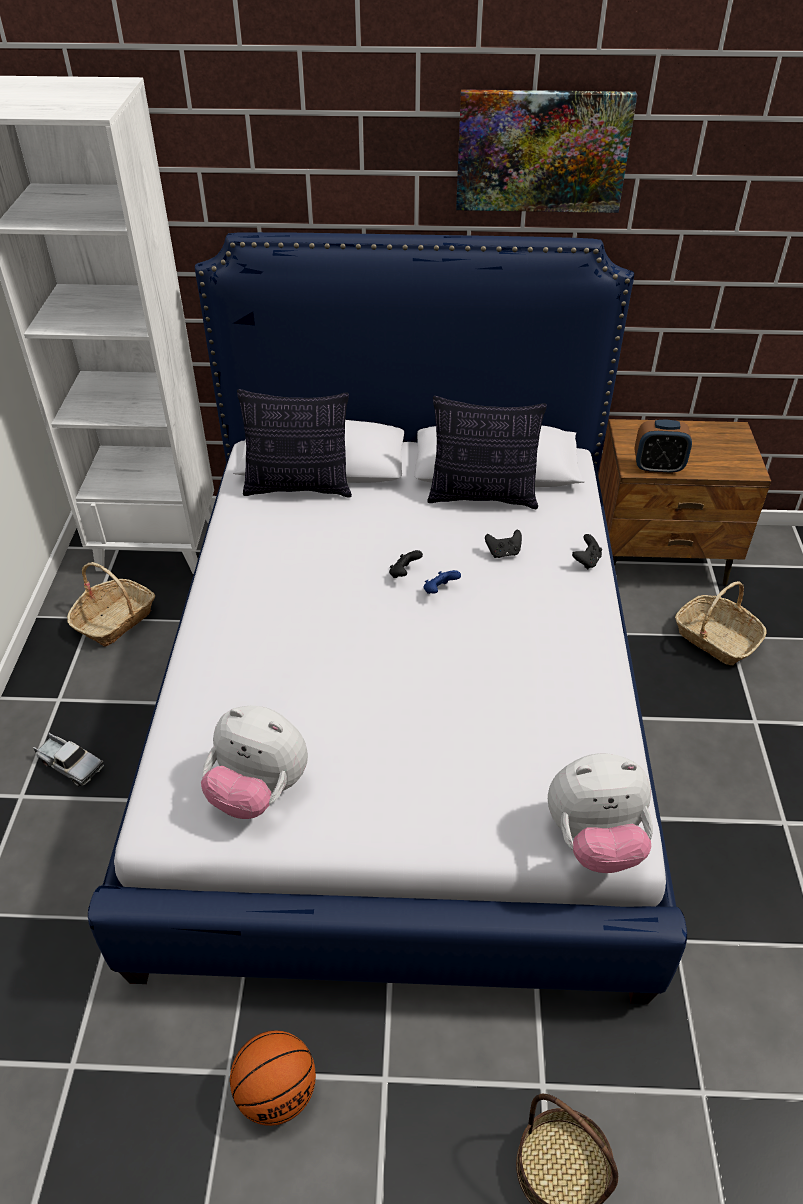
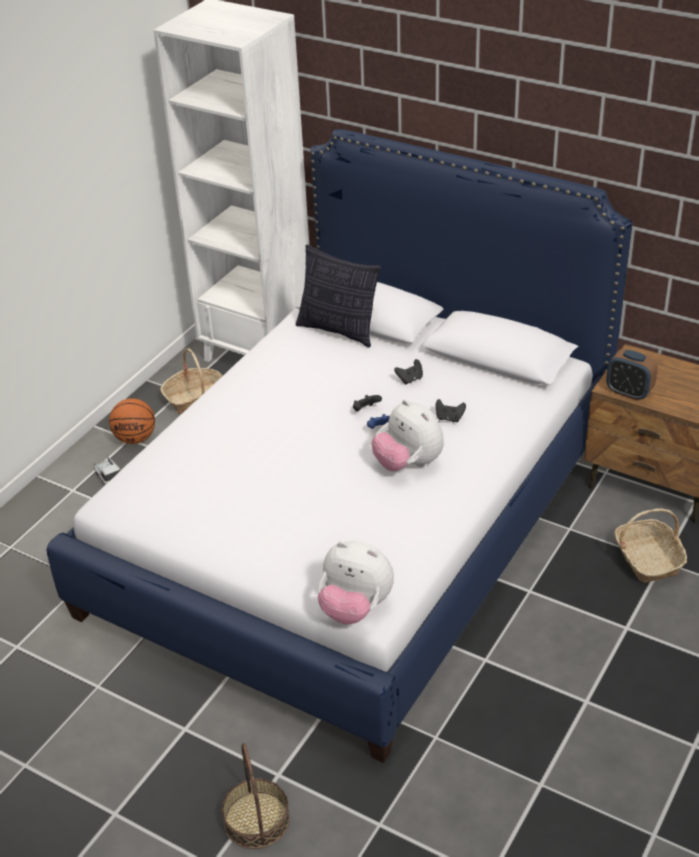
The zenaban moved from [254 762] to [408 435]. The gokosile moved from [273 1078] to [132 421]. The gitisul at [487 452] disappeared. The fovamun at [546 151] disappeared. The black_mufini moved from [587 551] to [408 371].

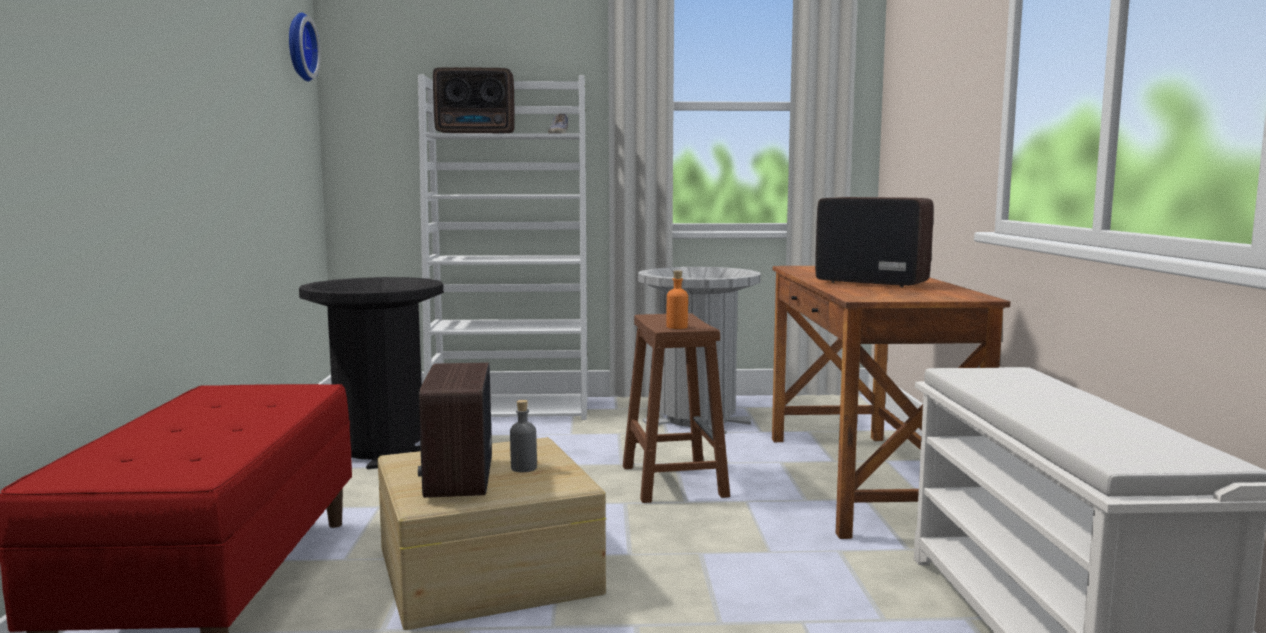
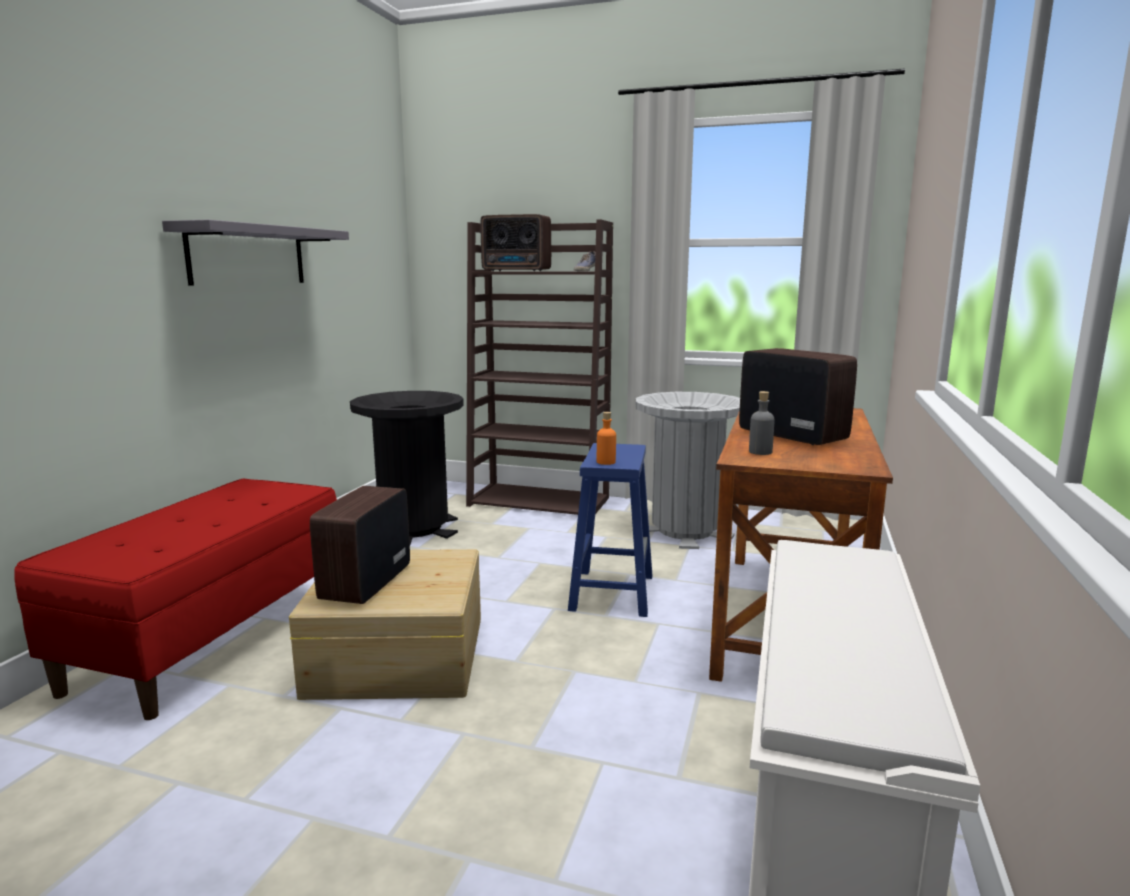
The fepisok at [305 46] disappeared. The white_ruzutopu at [502 247] became the brown_ruzutopu at [539 367]. The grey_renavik moved from [523 436] to [762 423]. The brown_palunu at [676 408] became the blue_palunu at [610 530]. The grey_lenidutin at [255 252] appeared.

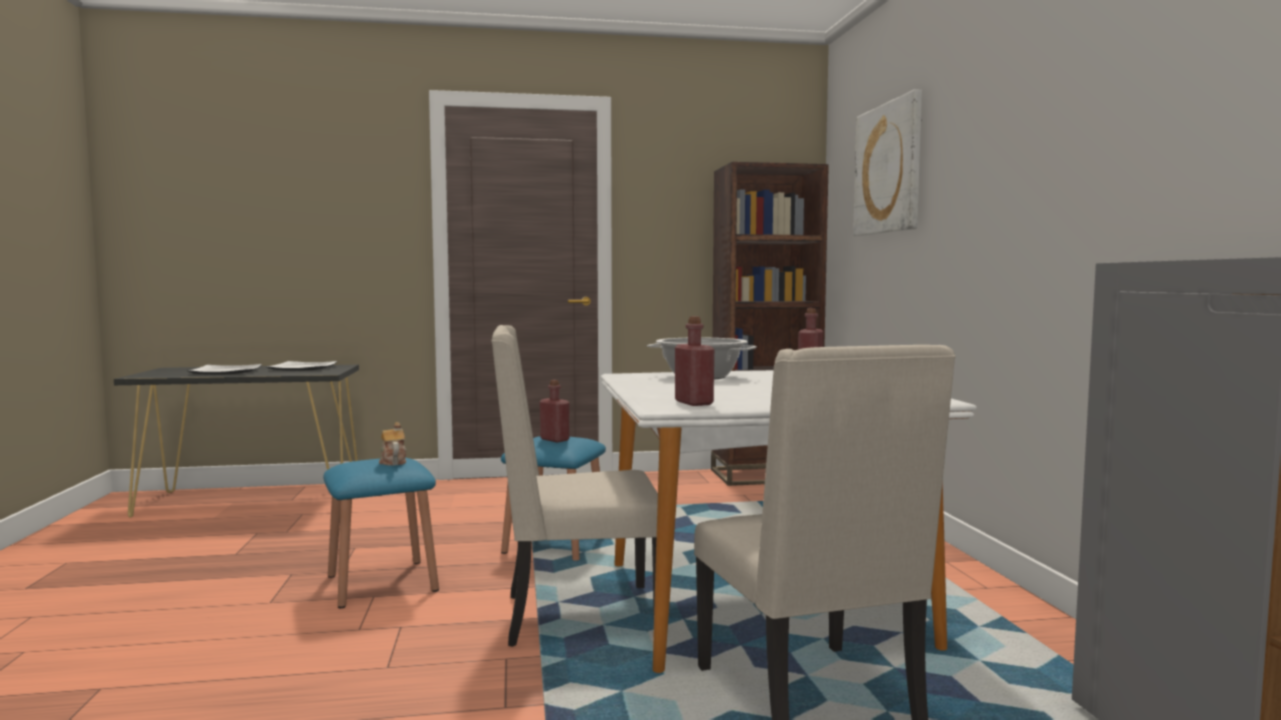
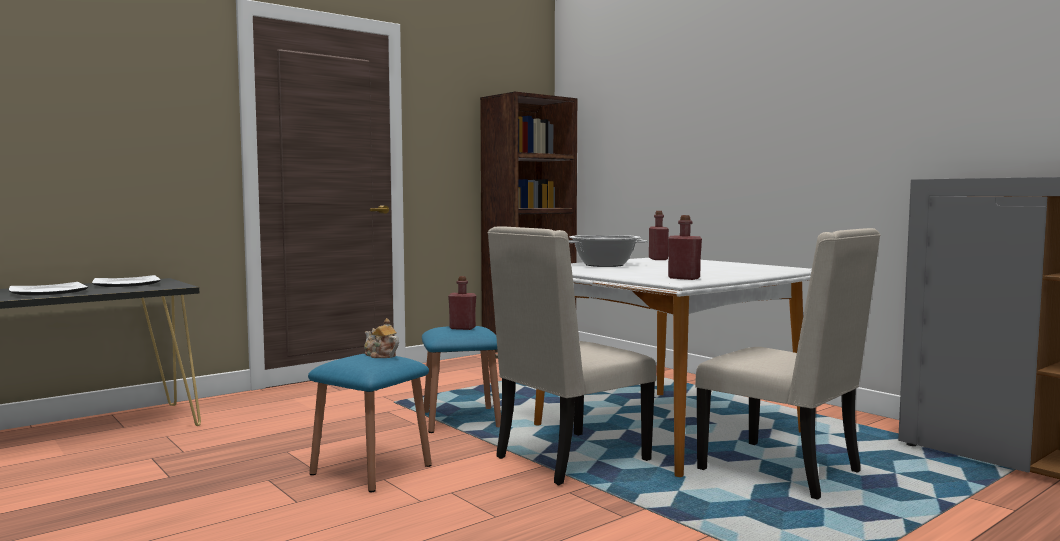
The fovamun at [887 162] disappeared.

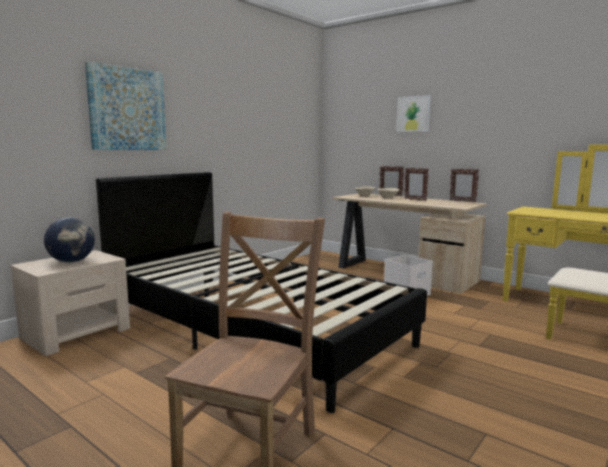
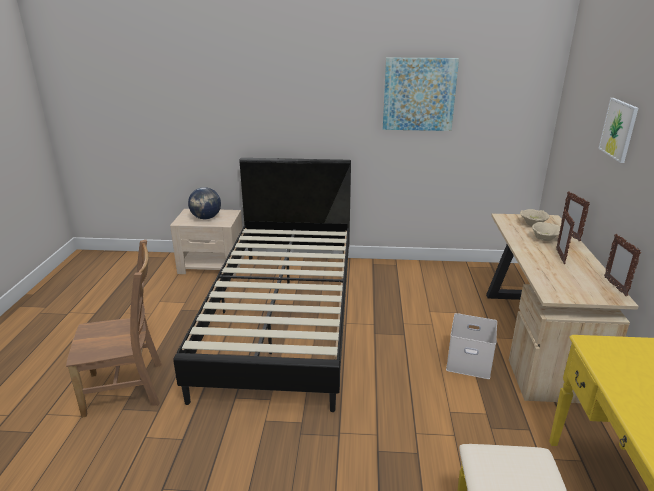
The fovamun moved from [126 105] to [421 94].

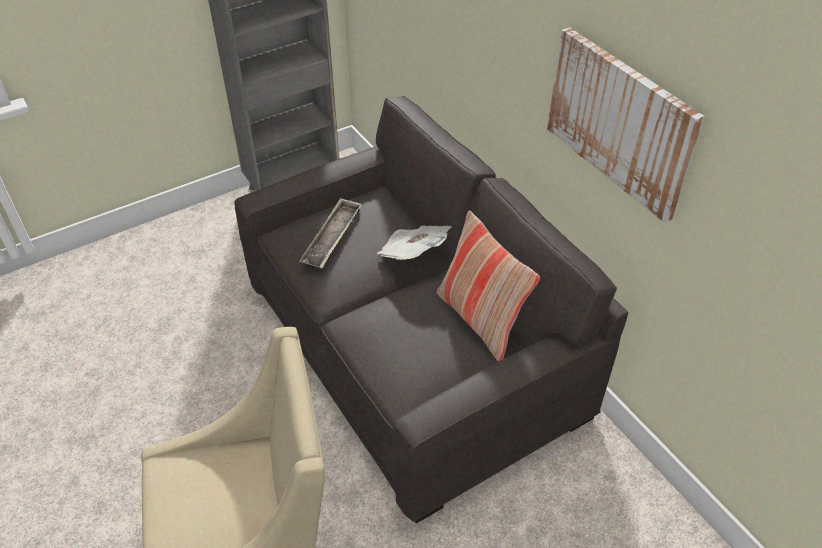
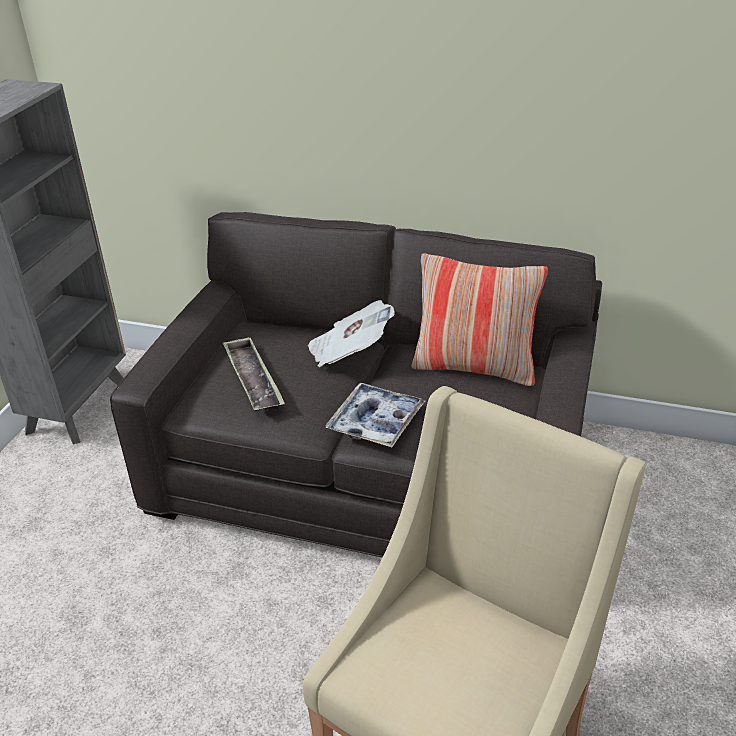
The fovamun at [626 125] disappeared. The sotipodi at [375 415] appeared.

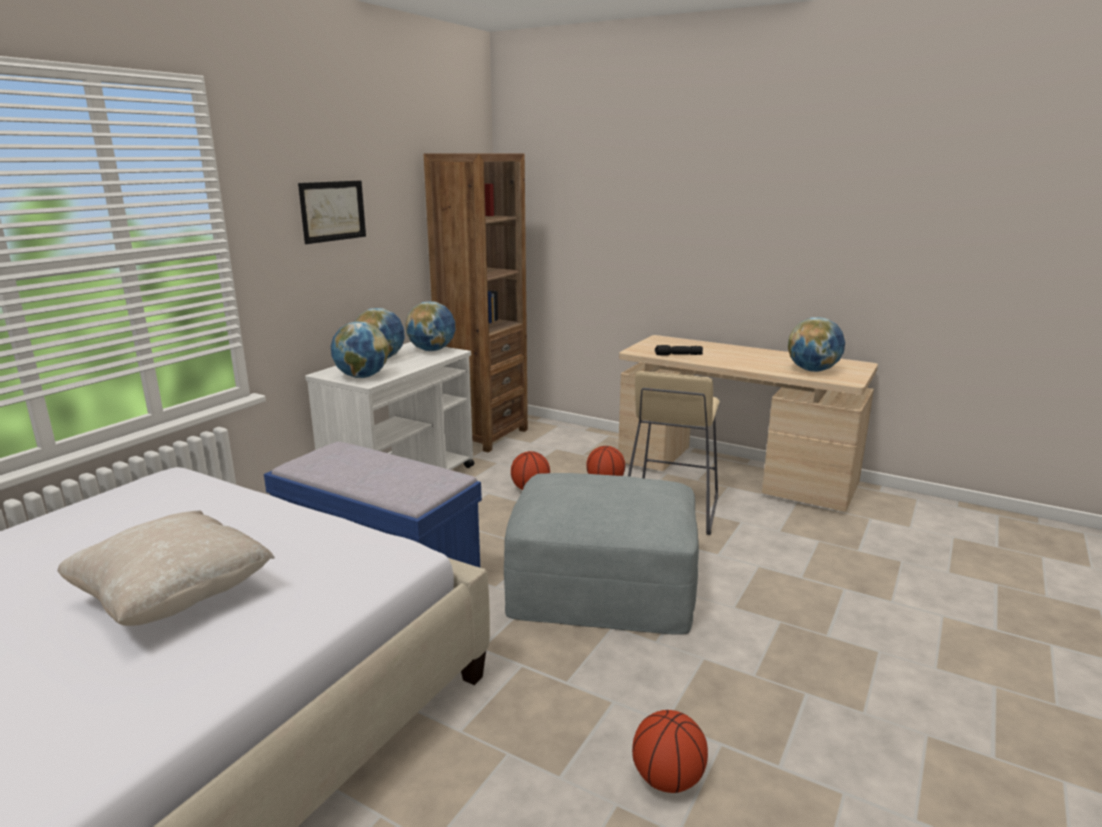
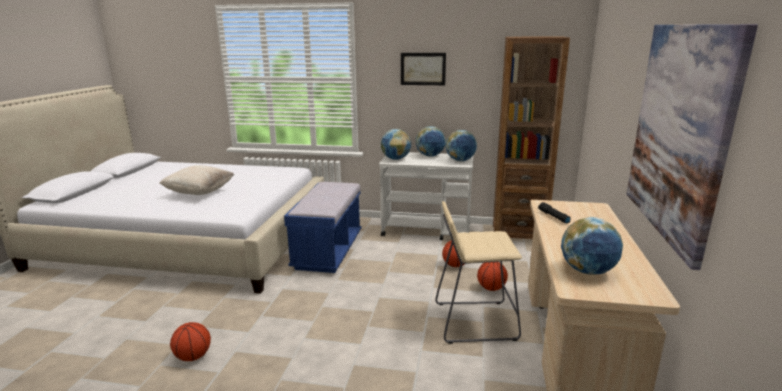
The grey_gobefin at [601 554] disappeared. The fovamun at [692 147] appeared.

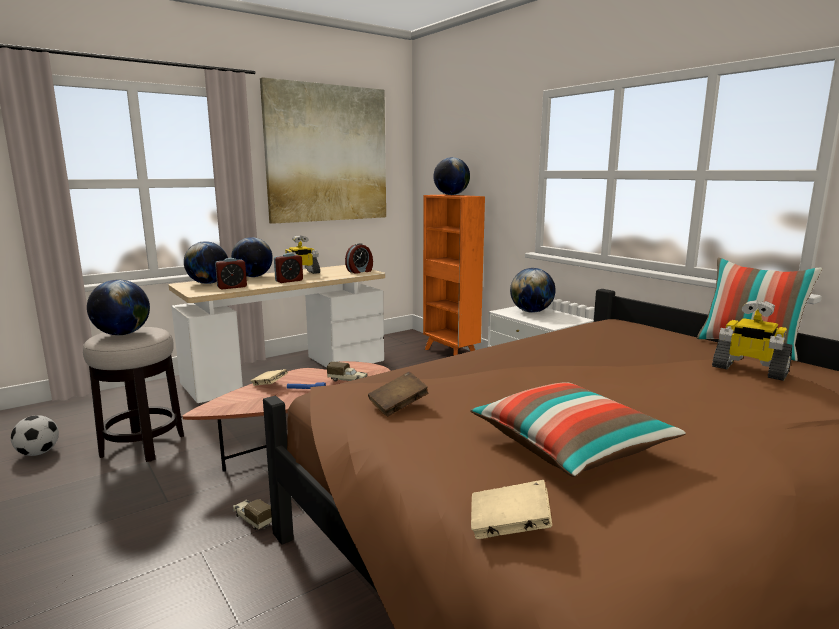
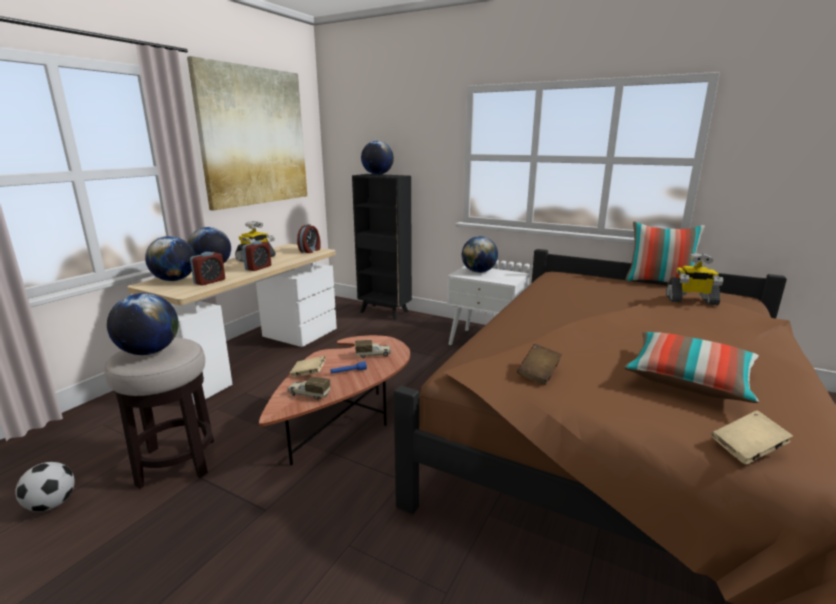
The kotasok moved from [252 514] to [309 388]. The orange_ruzutopu at [454 275] became the black_ruzutopu at [382 247].

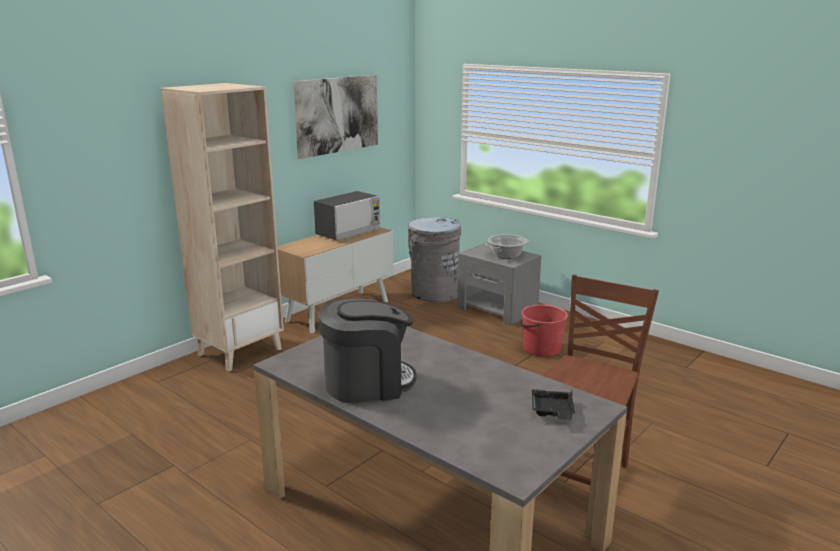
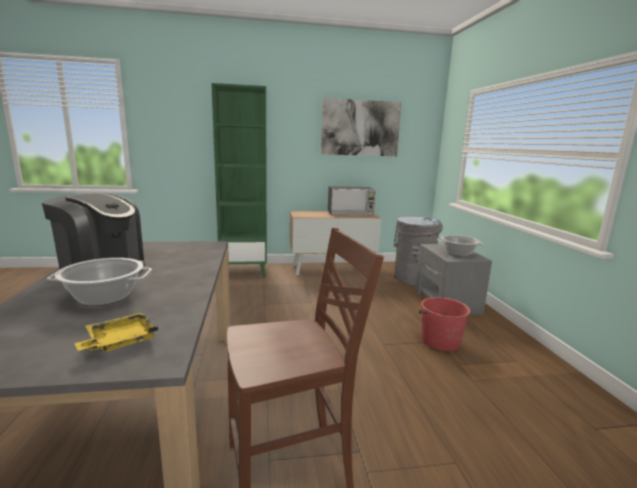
The beige_ruzutopu at [222 227] became the green_ruzutopu at [239 180]. The black_sotipodi at [553 404] became the yellow_sotipodi at [116 332]. The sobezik at [99 282] appeared.

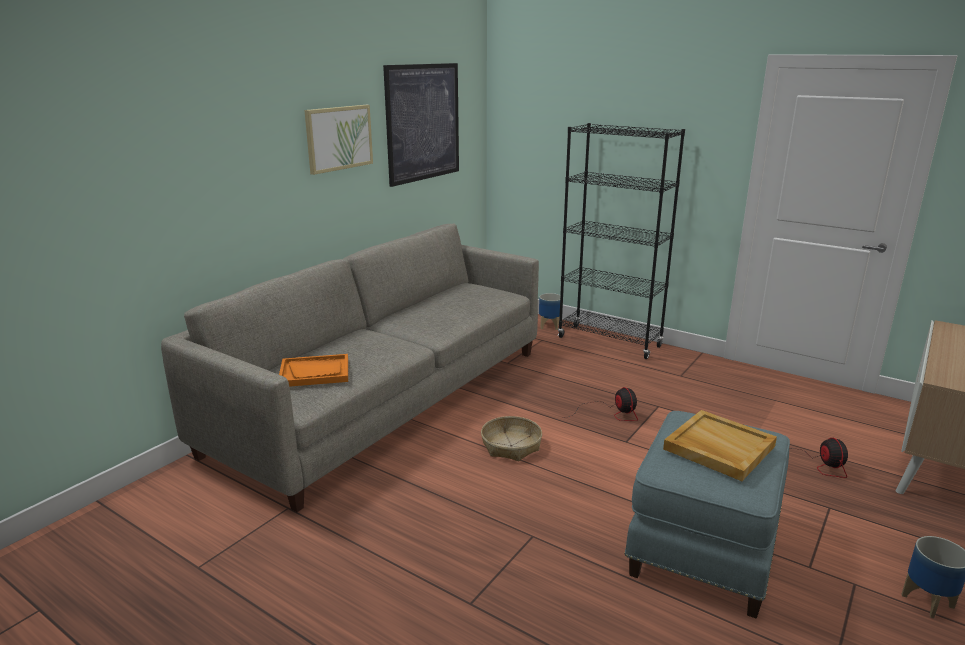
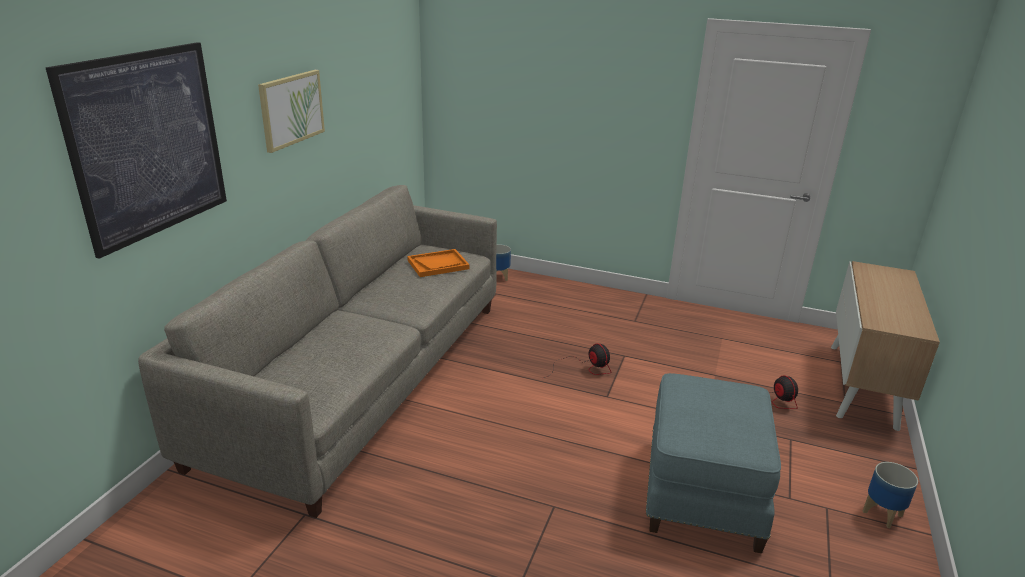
The orange_sotipodi moved from [313 370] to [438 263]. The fovamun moved from [421 125] to [136 150]. The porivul at [511 438] disappeared. The black_ruzutopu at [621 241] disappeared. The beige_sotipodi at [720 445] disappeared.

